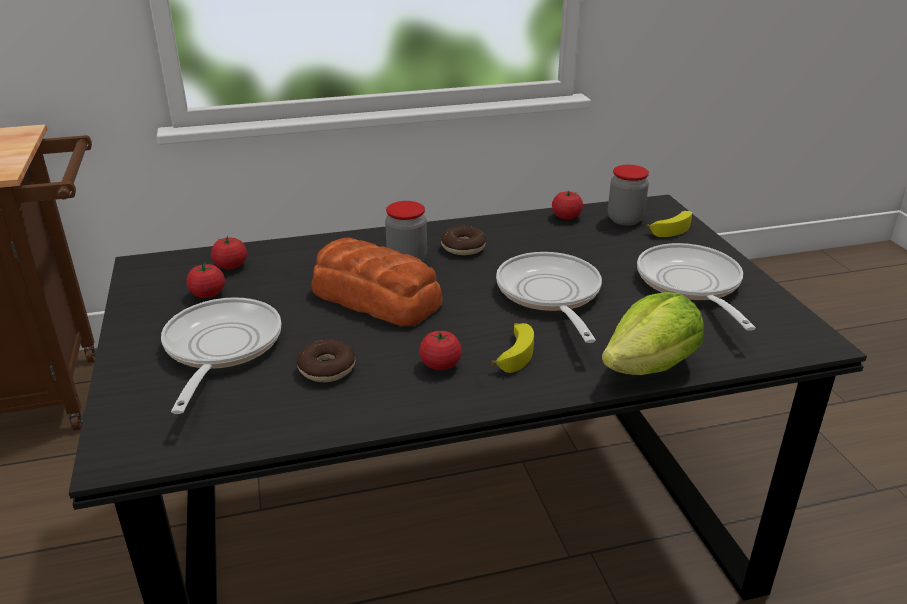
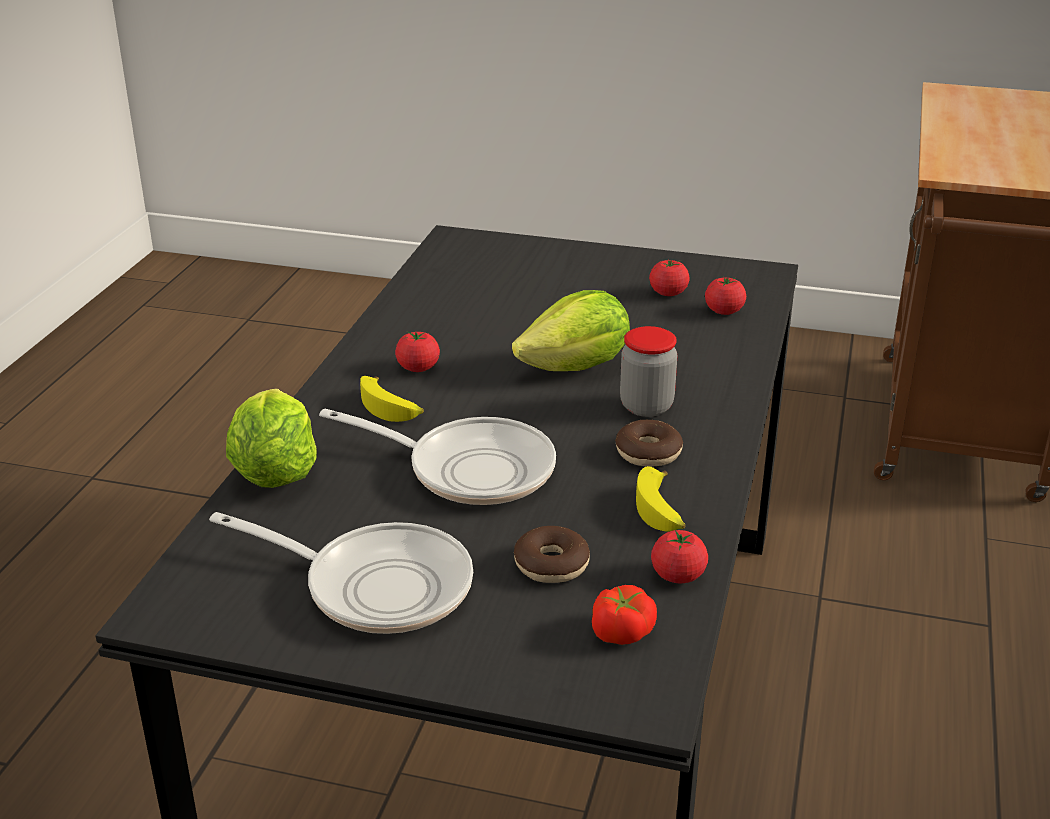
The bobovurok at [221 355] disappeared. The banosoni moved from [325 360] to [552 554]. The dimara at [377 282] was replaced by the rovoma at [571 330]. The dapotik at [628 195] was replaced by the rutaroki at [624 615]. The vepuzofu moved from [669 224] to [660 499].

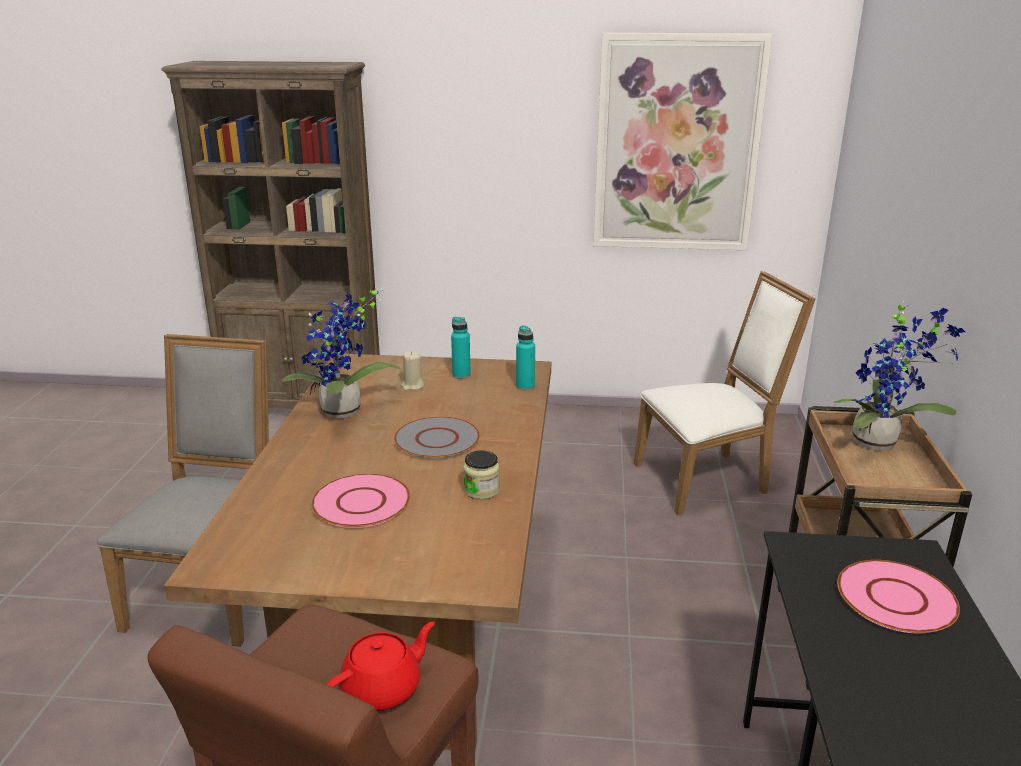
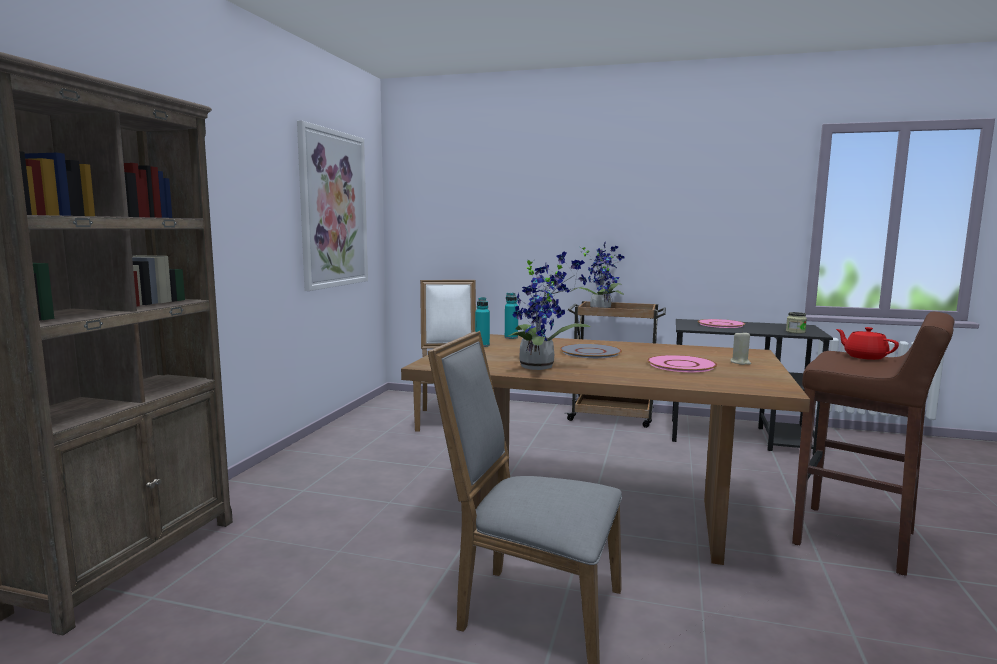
The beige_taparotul moved from [412 371] to [741 347]. The dapotik moved from [481 475] to [796 323].

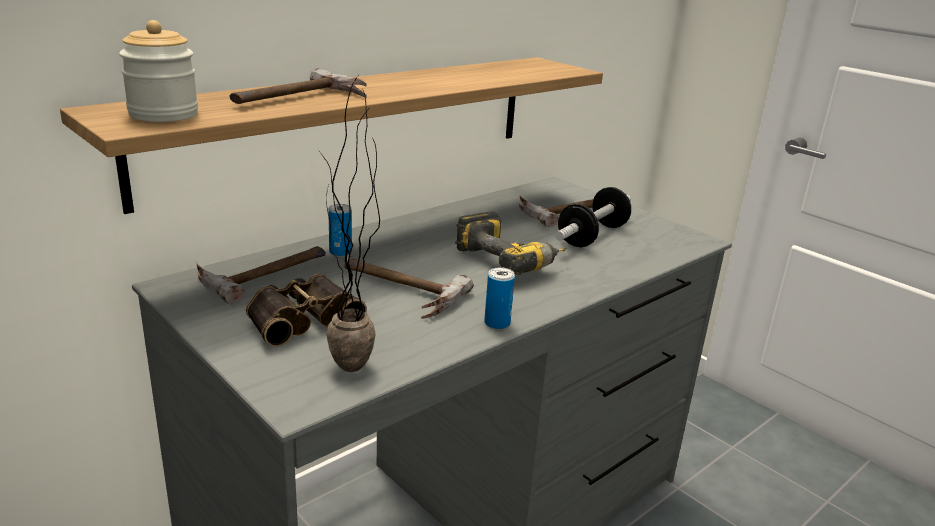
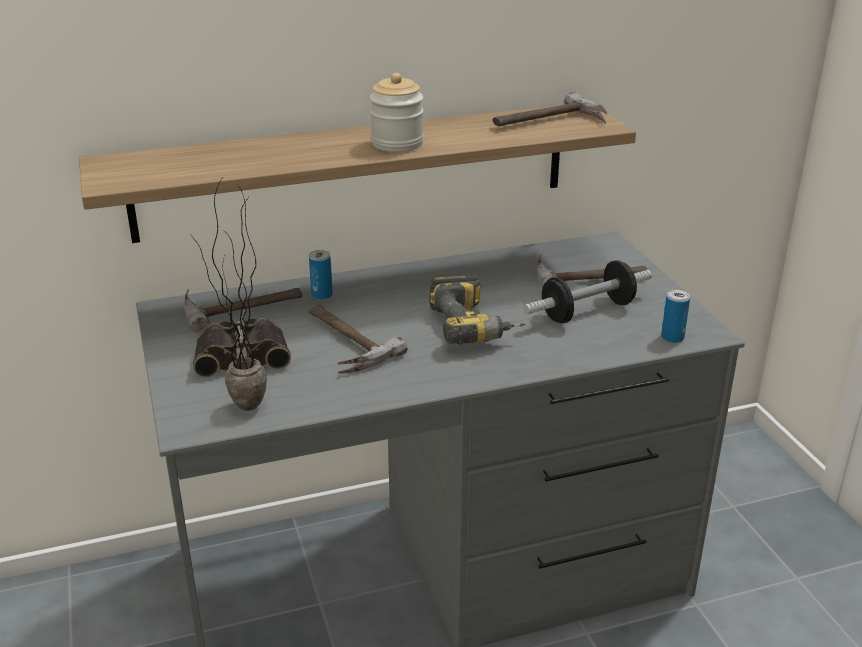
The dapotik moved from [158 71] to [397 112]. The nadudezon moved from [298 86] to [550 109]. The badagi moved from [499 298] to [675 316].

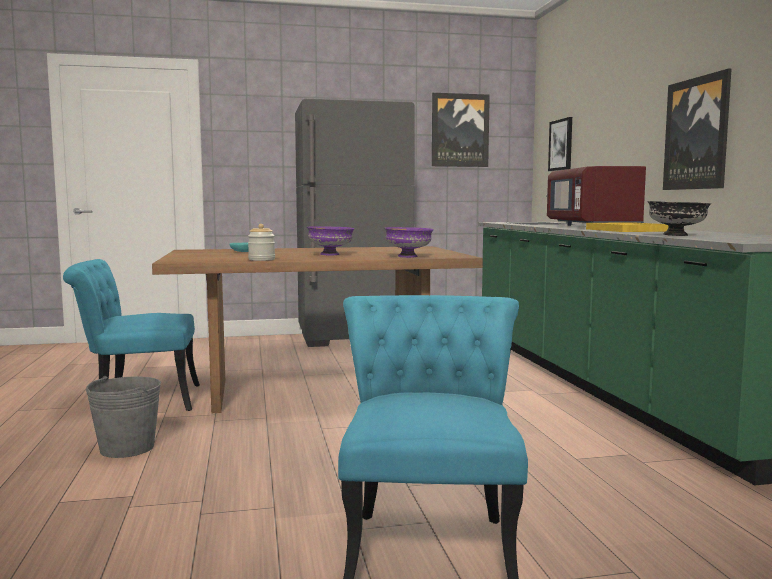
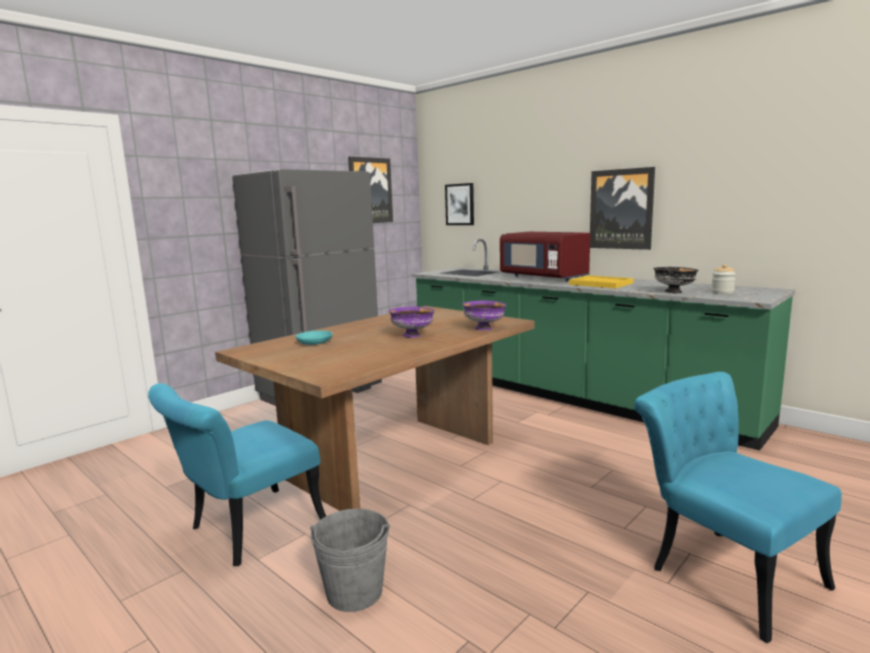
The dapotik moved from [261 242] to [723 279].

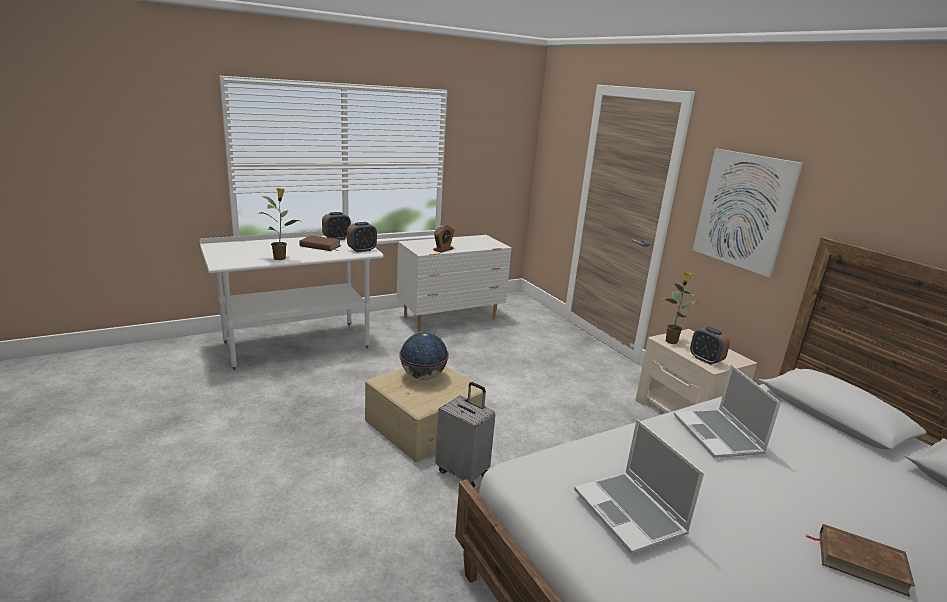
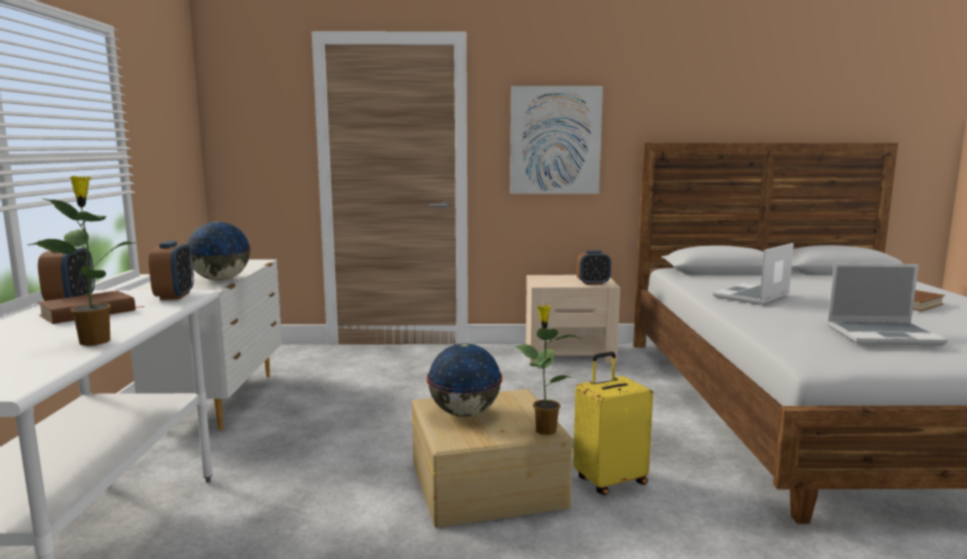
The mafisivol at [444 239] was replaced by the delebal at [219 251]. The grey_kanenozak at [465 434] became the yellow_kanenozak at [613 423]. The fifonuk moved from [678 308] to [548 370]. The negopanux at [727 411] turned 120 degrees clockwise.

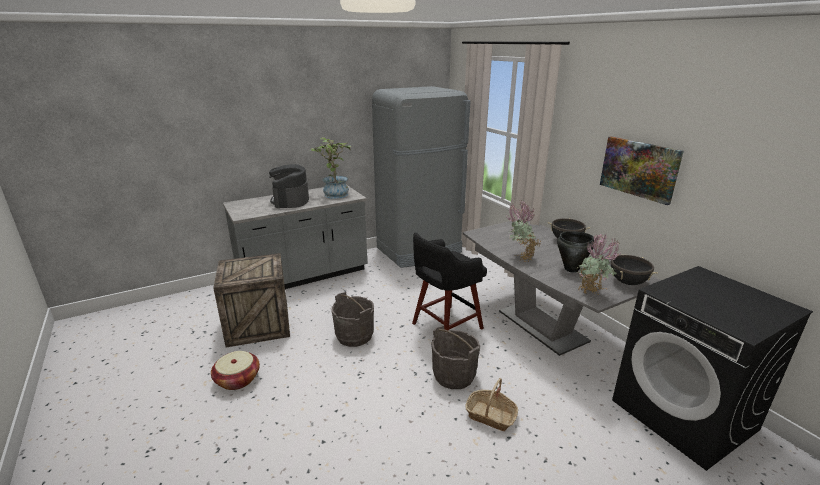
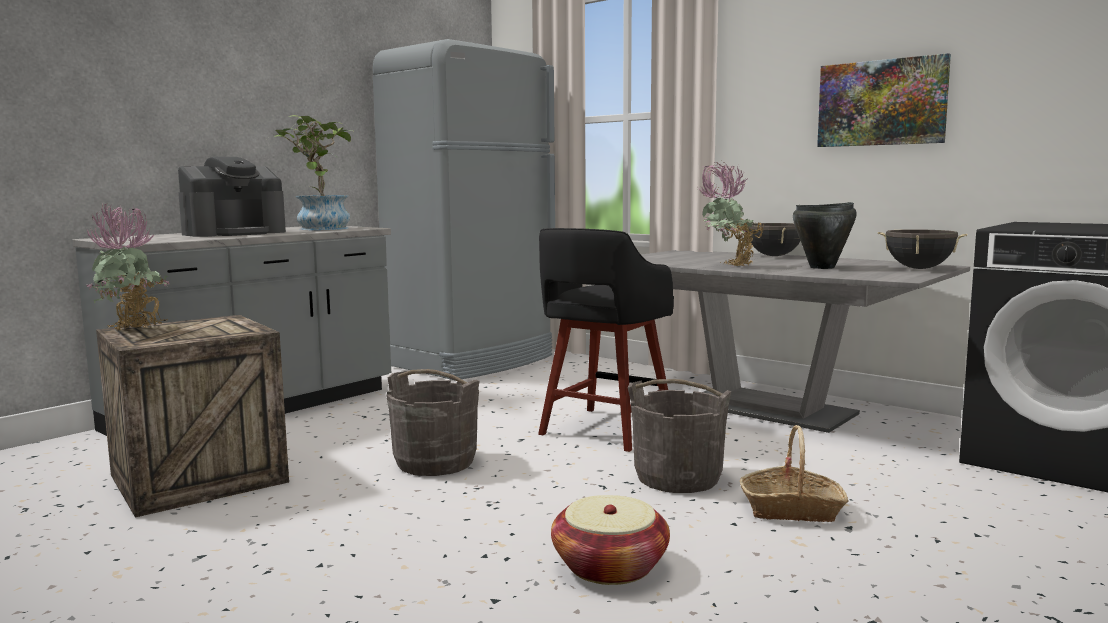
The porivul moved from [235 370] to [610 540]. The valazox at [289 186] turned 105 degrees counterclockwise. The fifonuk moved from [598 264] to [128 267].

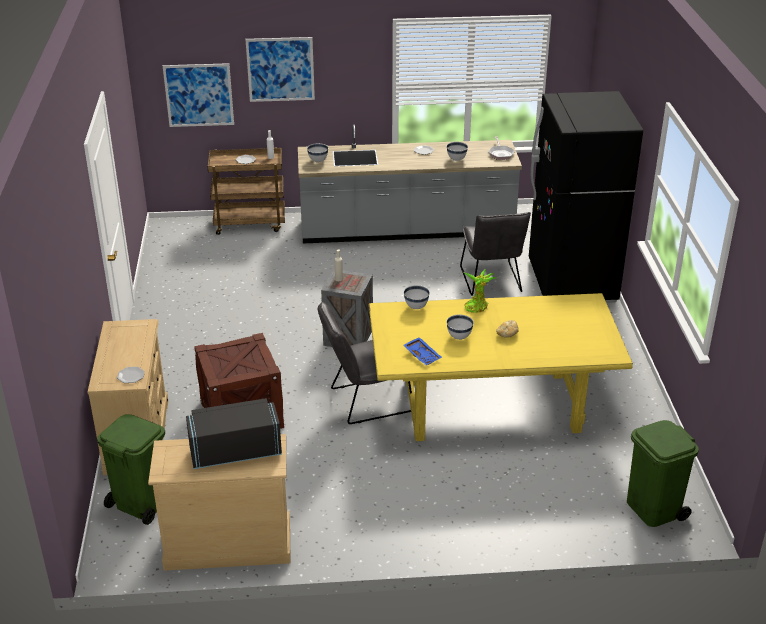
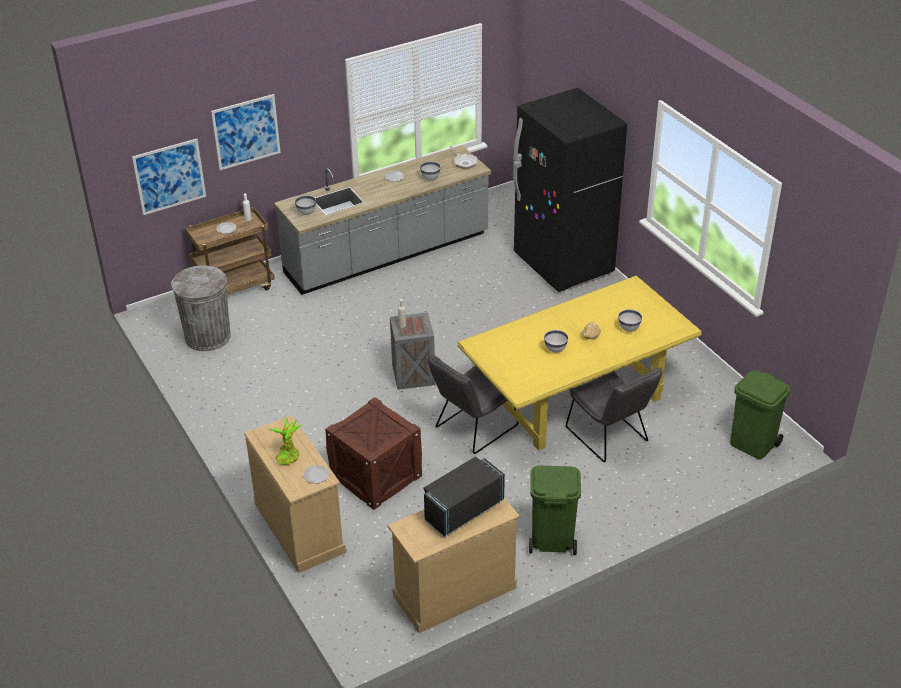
The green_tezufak moved from [131 469] to [555 510]. The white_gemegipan moved from [417 297] to [630 320]. The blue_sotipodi at [423 351] disappeared. The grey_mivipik moved from [495 254] to [614 414]. The fifonuk moved from [480 291] to [285 441]. The grey_tezufak at [201 308] appeared.

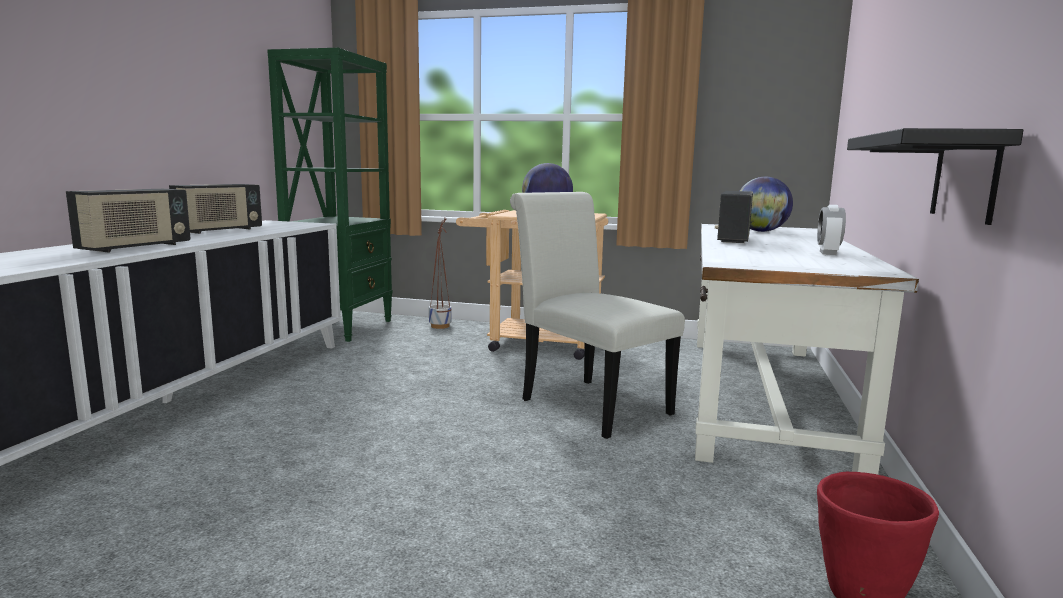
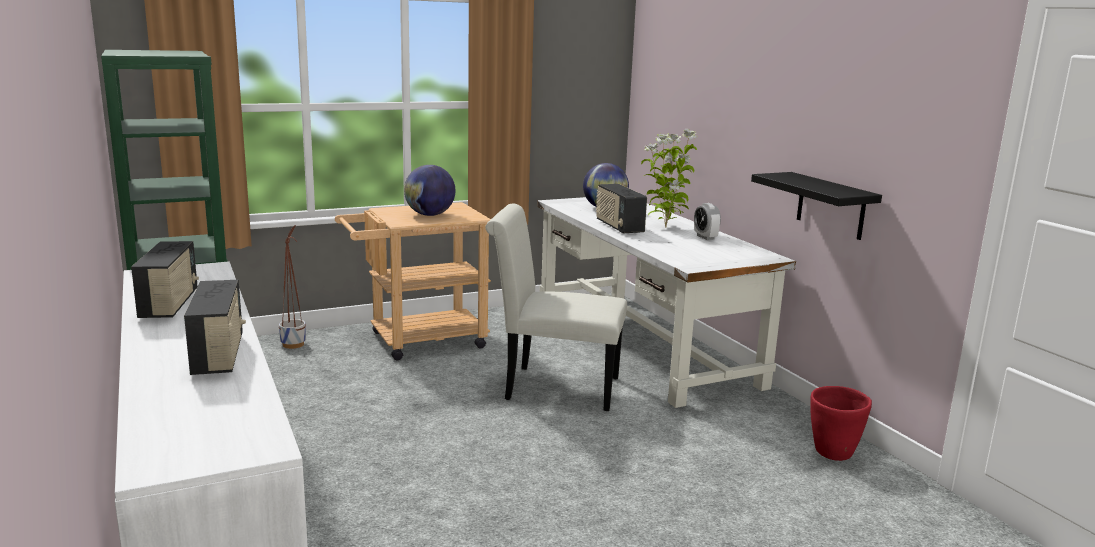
The fifonuk at [669 178] appeared.

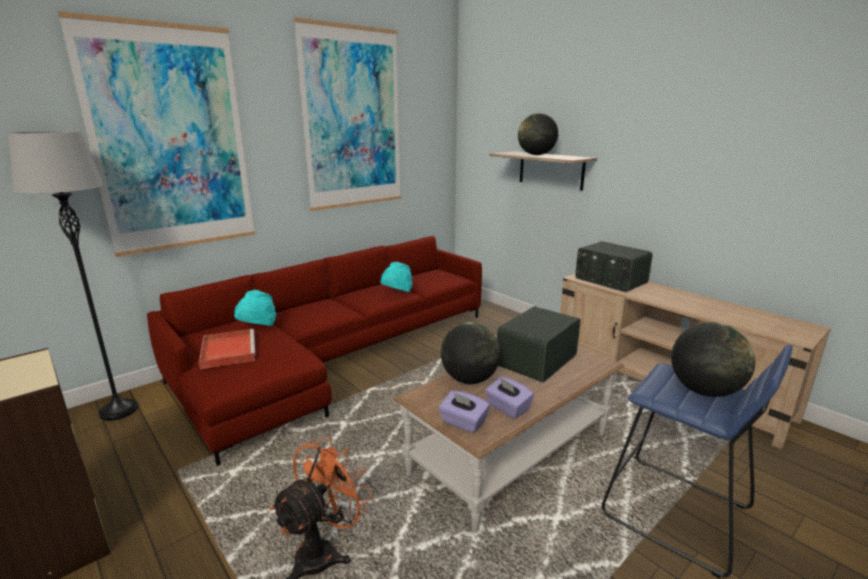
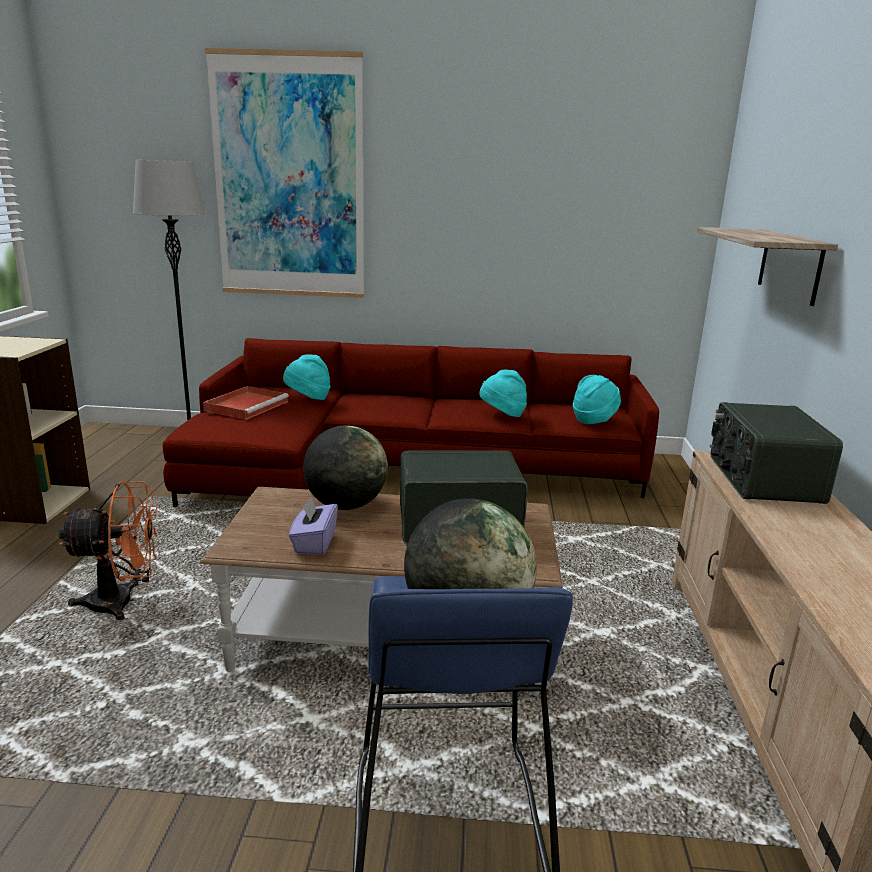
The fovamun at [347 114] disappeared. The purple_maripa at [464 412] disappeared. The delebal at [538 134] disappeared. The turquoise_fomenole at [597 399] appeared.

